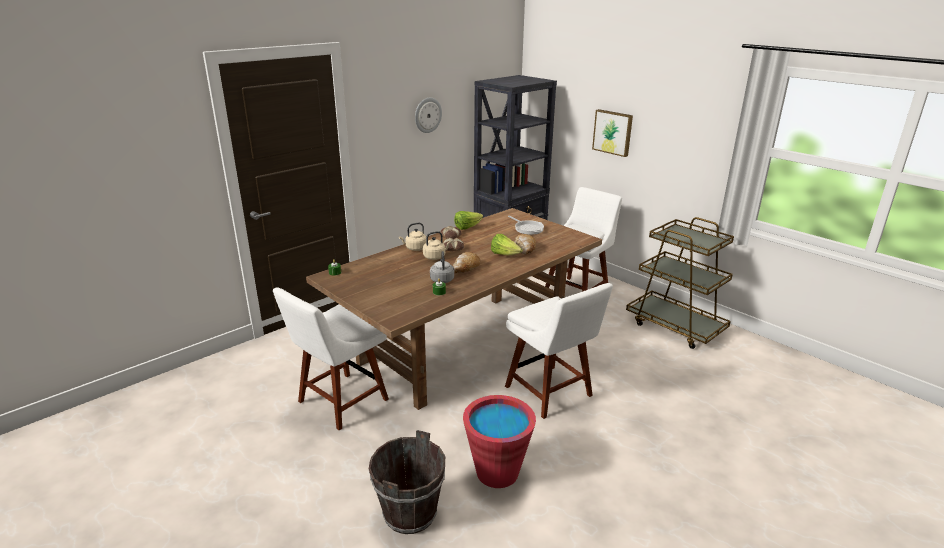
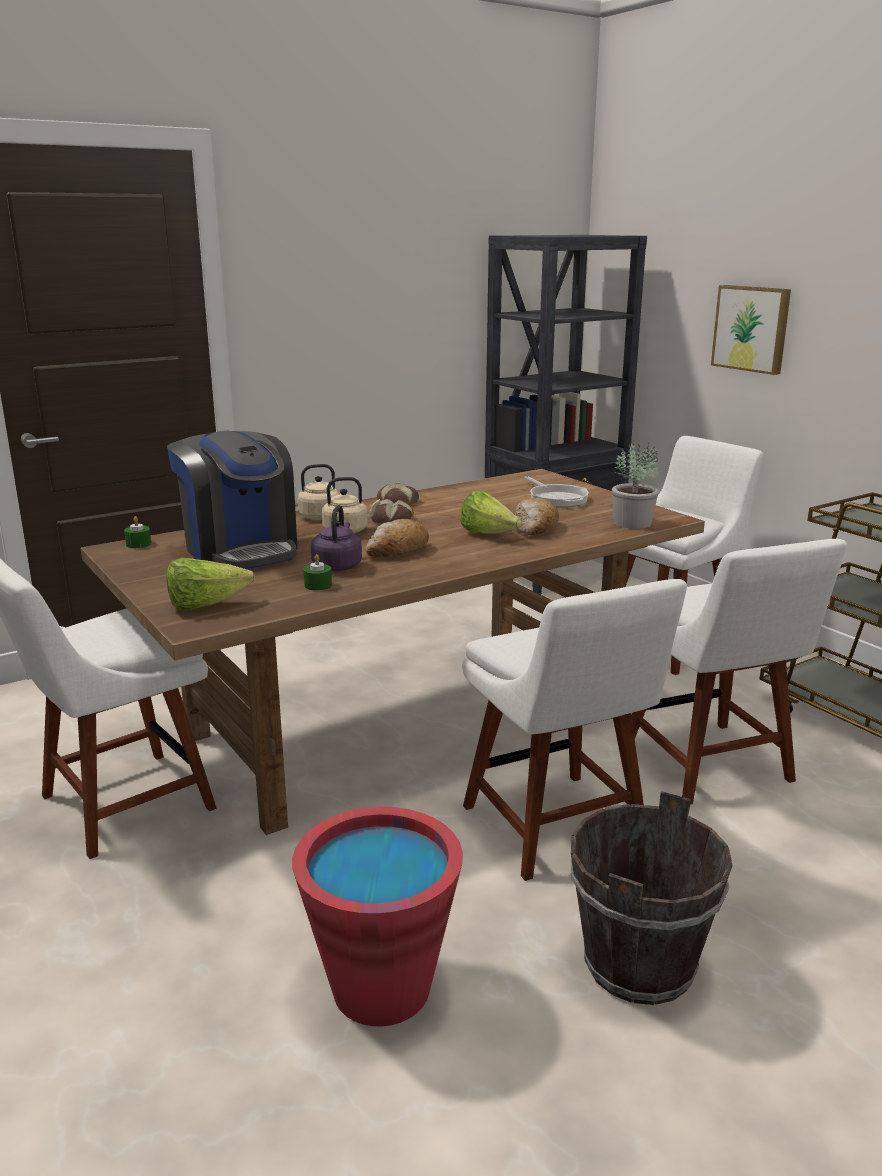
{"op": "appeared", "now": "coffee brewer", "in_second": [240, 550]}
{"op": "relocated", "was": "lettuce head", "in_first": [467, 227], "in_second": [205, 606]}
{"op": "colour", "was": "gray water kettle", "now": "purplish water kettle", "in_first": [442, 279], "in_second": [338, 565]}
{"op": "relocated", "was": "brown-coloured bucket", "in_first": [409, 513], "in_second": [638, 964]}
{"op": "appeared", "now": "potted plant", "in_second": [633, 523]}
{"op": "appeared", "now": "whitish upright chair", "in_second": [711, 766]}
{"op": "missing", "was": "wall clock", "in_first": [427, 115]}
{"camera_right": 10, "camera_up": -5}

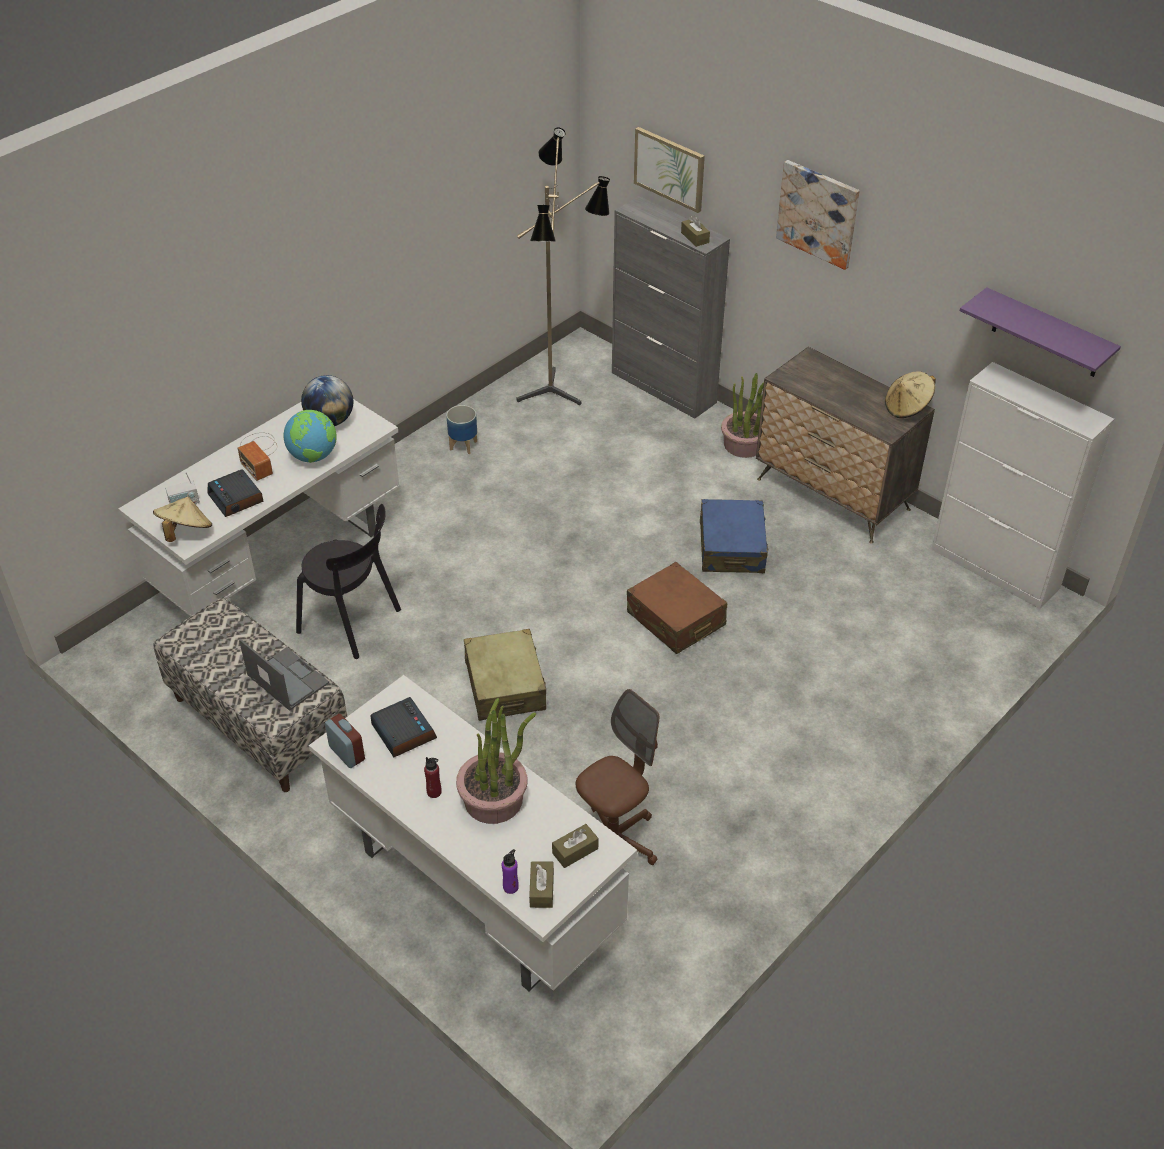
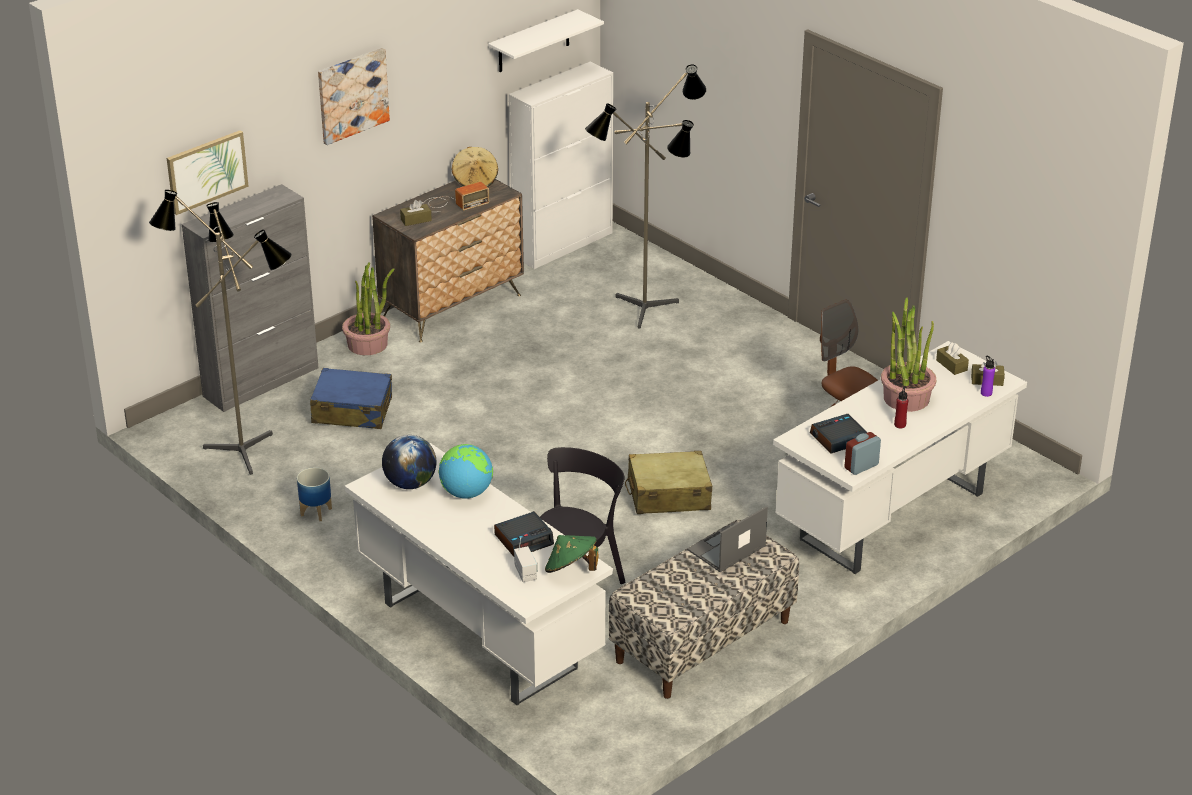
{"op": "relocated", "was": "bluish suitcase", "in_first": [731, 547], "in_second": [352, 411]}
{"op": "relocated", "was": "brown-coloured box of tissues", "in_first": [695, 237], "in_second": [416, 220]}
{"op": "relocated", "was": "radio set", "in_first": [259, 454], "in_second": [453, 203]}
{"op": "colour", "was": "purplish wall shelf", "now": "whitish wall shelf", "in_first": [1047, 334], "in_second": [533, 42]}
{"op": "colour", "was": "beige-coloured clothing hat", "now": "green clothing hat", "in_first": [185, 532], "in_second": [571, 569]}
{"op": "appeared", "now": "standing lamp", "in_second": [648, 312]}
{"op": "missing", "was": "brown-coloured suitcase", "in_first": [676, 619]}
{"camera_right": -85, "camera_up": -10}

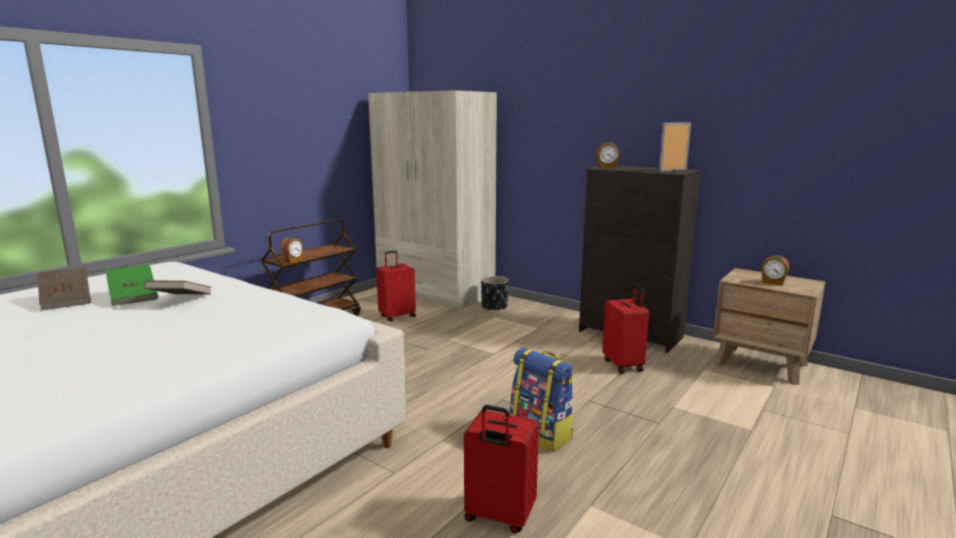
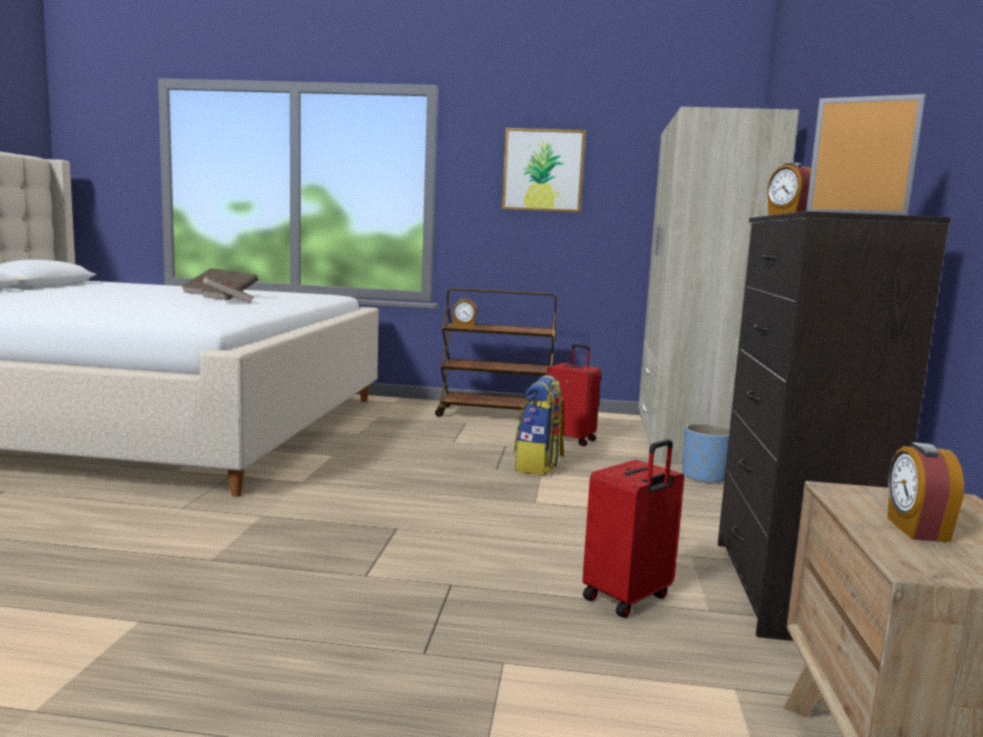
{"op": "colour", "was": "green bound book", "now": "brown-coloured bound book", "in_first": [133, 297], "in_second": [230, 297]}
{"op": "appeared", "now": "wall picture", "in_second": [543, 170]}
{"op": "relocated", "was": "knapsack", "in_first": [541, 434], "in_second": [538, 466]}
{"op": "colour", "was": "black-coloured plant pot", "now": "bluish plant pot", "in_first": [494, 307], "in_second": [705, 477]}
{"op": "missing", "was": "reddish suitcase", "in_first": [499, 516]}
{"camera_right": 60, "camera_up": -5}

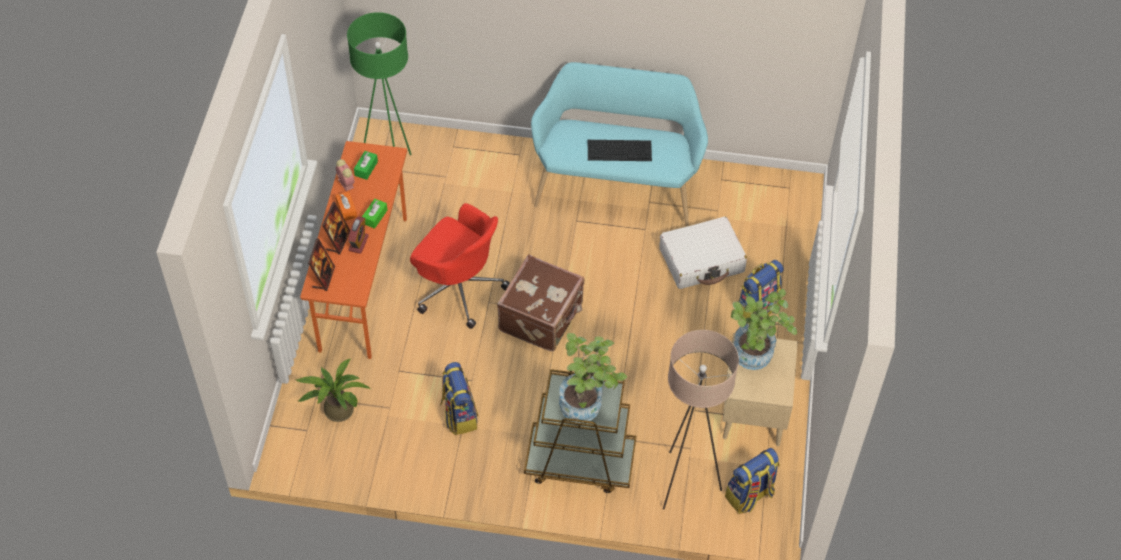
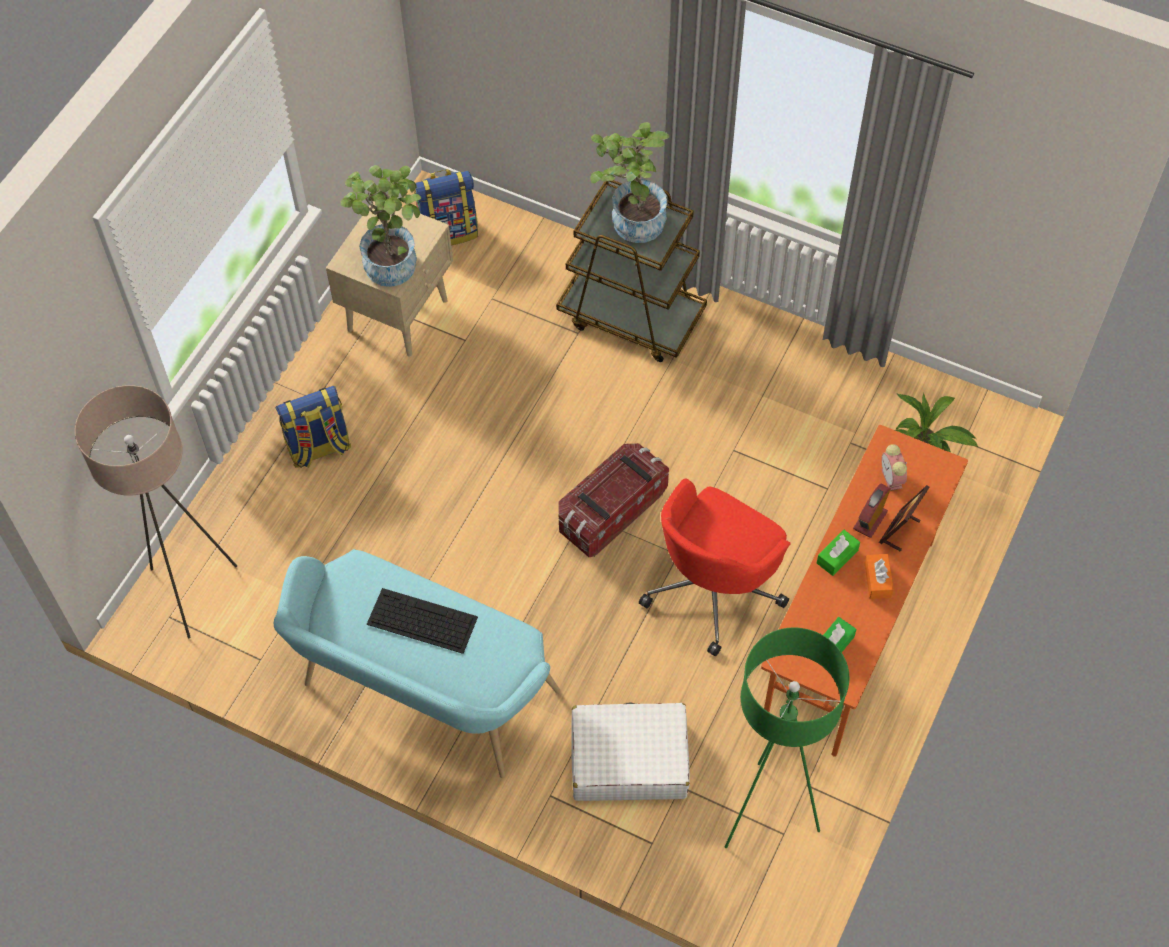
{"op": "relocated", "was": "beige-coloured standing lamp", "in_first": [684, 483], "in_second": [192, 591]}
{"op": "exchanged", "was": "brown-coloured suitcase", "now": "storage bin", "in_first": [542, 318], "in_second": [611, 511]}
{"op": "relocated", "was": "whitish suitcase", "in_first": [701, 260], "in_second": [628, 759]}
{"op": "spun", "was": "reddish computer chair", "in_first": [458, 287], "in_second": [714, 588], "clockwise": -105}
{"op": "relocated", "was": "alarm clock", "in_first": [345, 183], "in_second": [892, 479]}
{"op": "missing", "was": "standing frame", "in_first": [323, 277]}
{"op": "missing", "was": "knapsack", "in_first": [458, 415]}
{"camera_right": -160, "camera_up": 5}

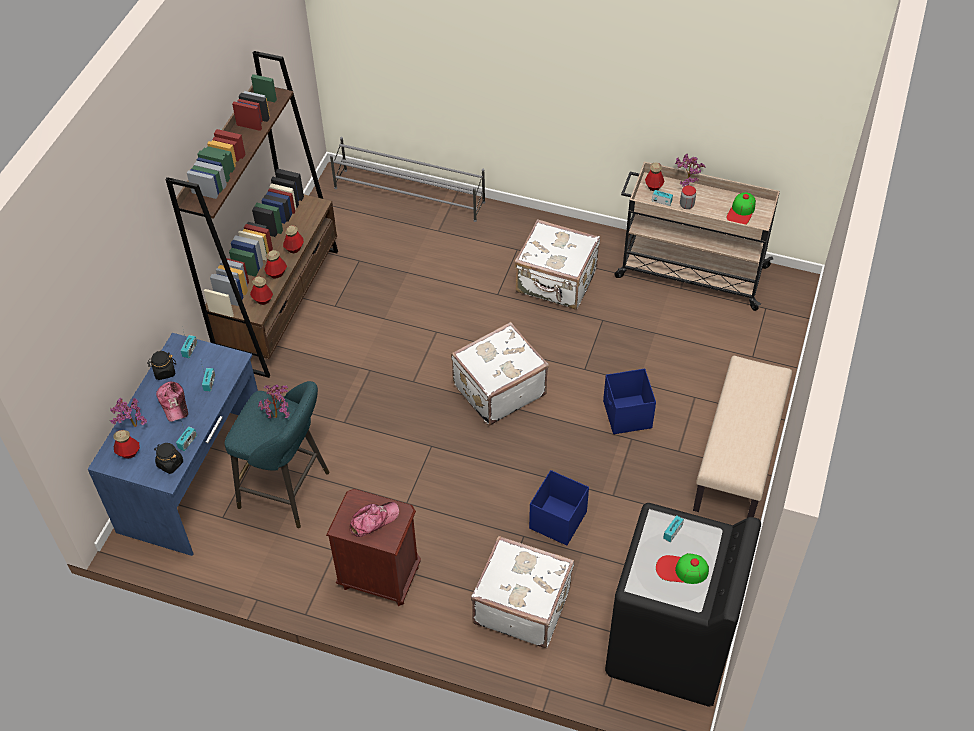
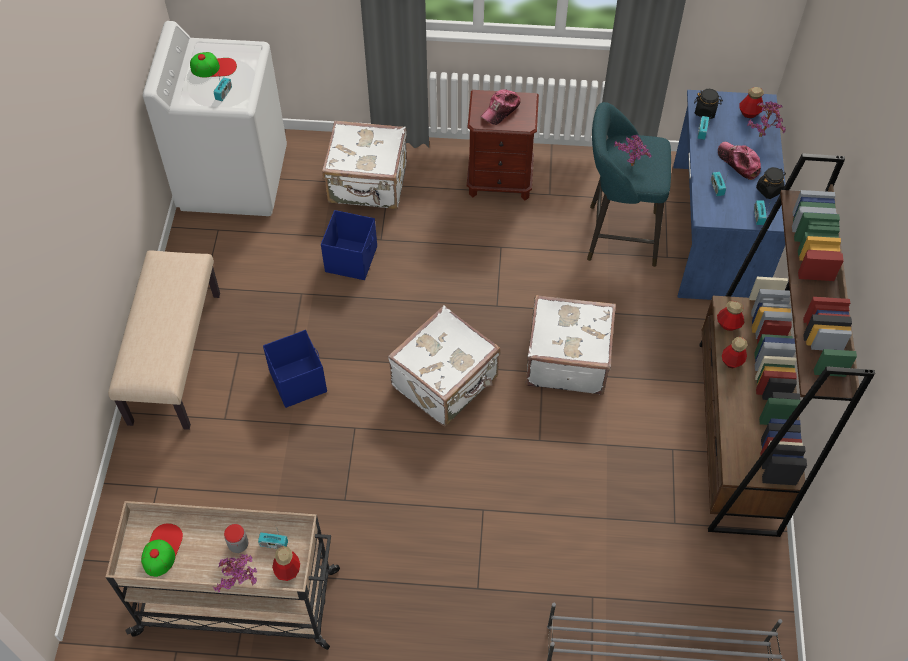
{"op": "colour", "was": "black-coloured laundry appliance", "now": "whitish laundry appliance", "in_first": [670, 646], "in_second": [233, 177]}
{"op": "relocated", "was": "whitish suitcase", "in_first": [556, 282], "in_second": [566, 359]}
{"op": "missing", "was": "beverage bottle", "in_first": [294, 248]}
{"camera_right": 165, "camera_up": 5}

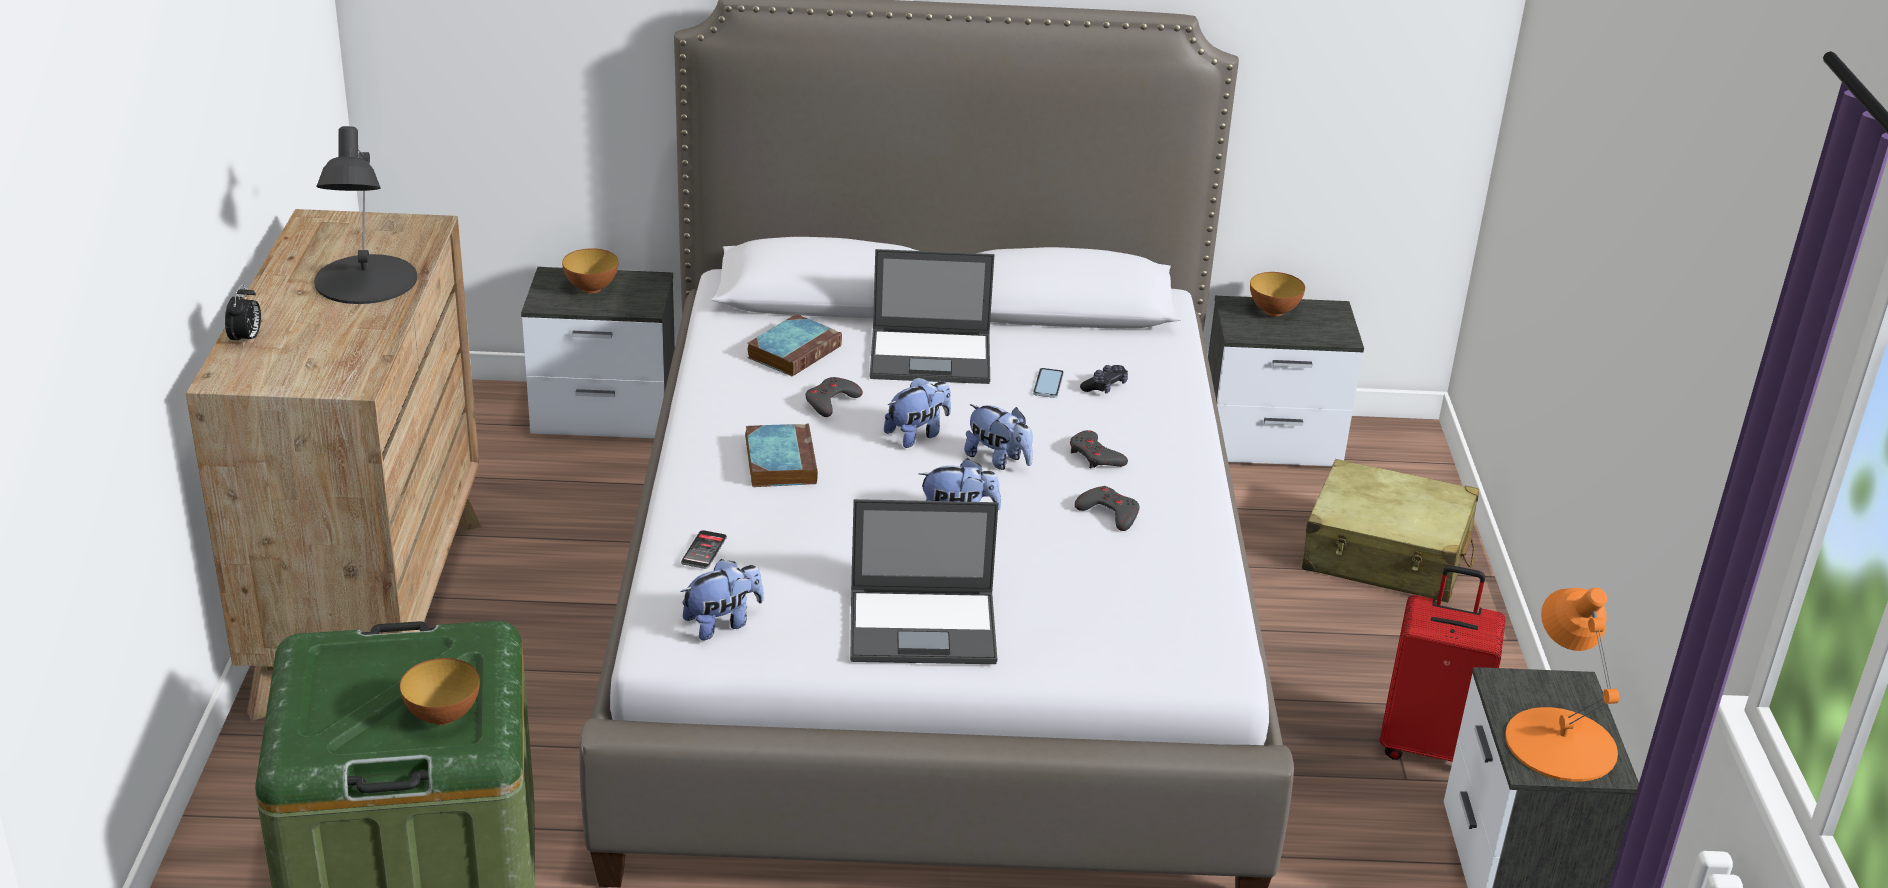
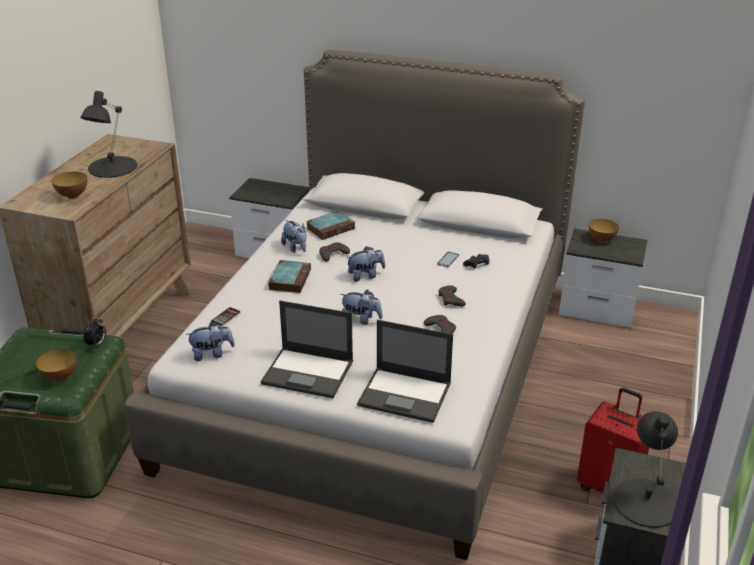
{"op": "relocated", "was": "deep dish", "in_first": [591, 288], "in_second": [72, 196]}
{"op": "relocated", "was": "alarm clock", "in_first": [246, 340], "in_second": [97, 344]}
{"op": "relocated", "was": "soft toy", "in_first": [998, 460], "in_second": [296, 248]}
{"op": "relocated", "was": "laptop", "in_first": [932, 357], "in_second": [406, 395]}
{"op": "colour", "was": "orange-coloured lamp for a table", "now": "black-coloured lamp for a table", "in_first": [1561, 743], "in_second": [646, 502]}
{"op": "missing", "was": "beige-coloured suitcase", "in_first": [1386, 555]}
{"camera_right": 20, "camera_up": 0}

